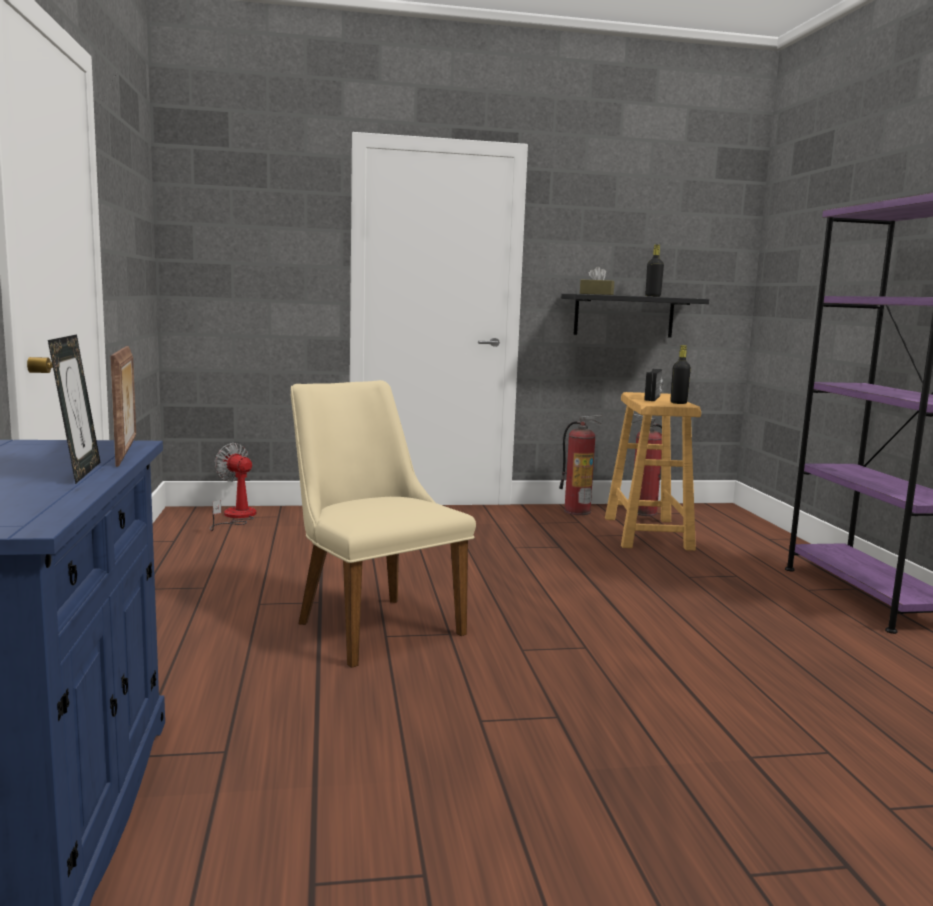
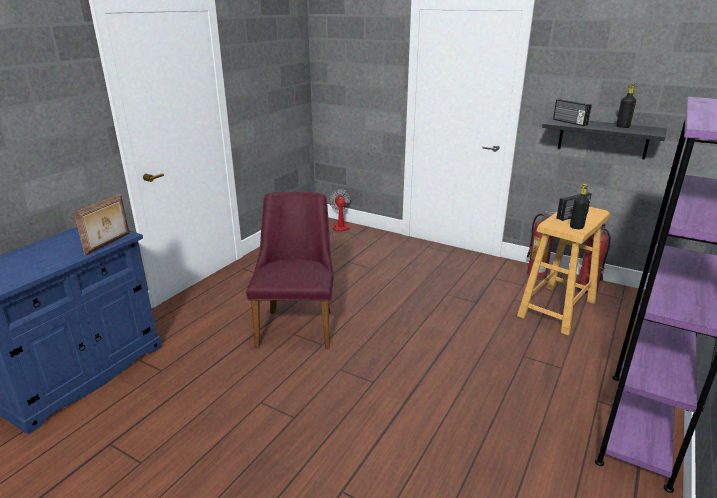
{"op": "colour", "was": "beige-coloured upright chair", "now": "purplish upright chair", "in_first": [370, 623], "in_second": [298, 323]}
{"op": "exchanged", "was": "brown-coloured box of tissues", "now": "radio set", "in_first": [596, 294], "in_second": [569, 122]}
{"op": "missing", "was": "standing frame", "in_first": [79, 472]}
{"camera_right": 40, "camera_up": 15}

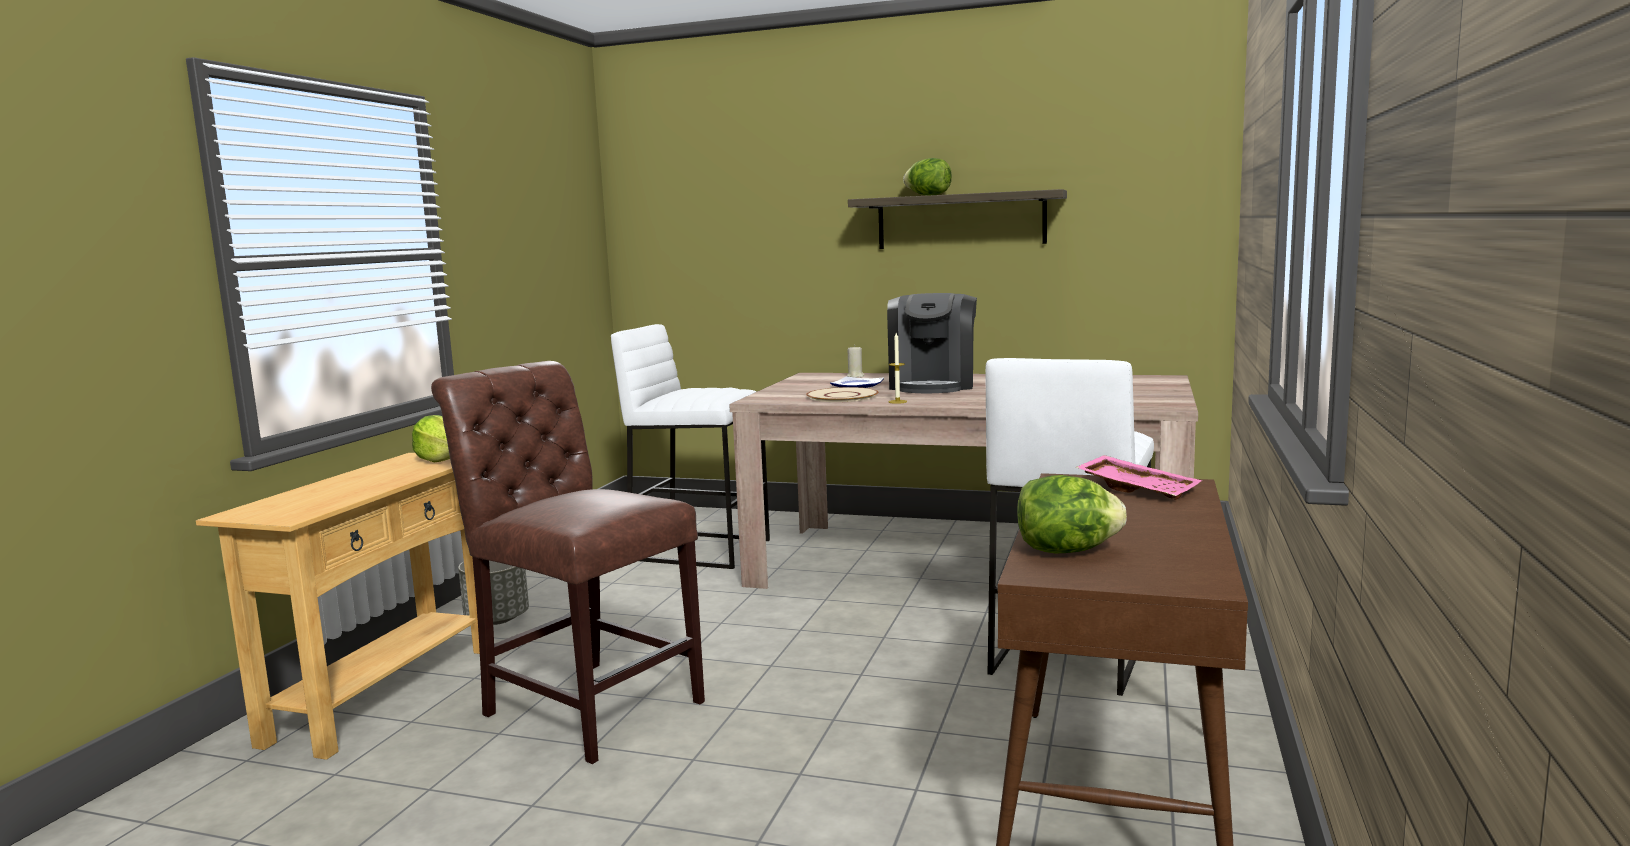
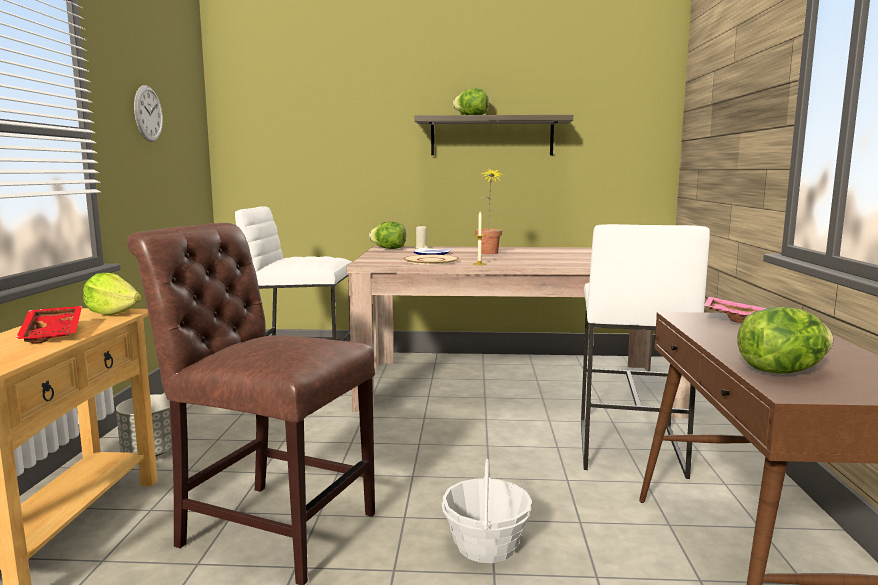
{"op": "appeared", "now": "reddish serving tray", "in_second": [54, 333]}
{"op": "appeared", "now": "wall clock", "in_second": [148, 113]}
{"op": "appeared", "now": "lettuce head", "in_second": [389, 249]}
{"op": "appeared", "now": "household basket", "in_second": [486, 546]}
{"op": "exchanged", "was": "coffee brewer", "now": "potted plant", "in_first": [933, 385], "in_second": [488, 253]}
{"camera_right": -15, "camera_up": 0}

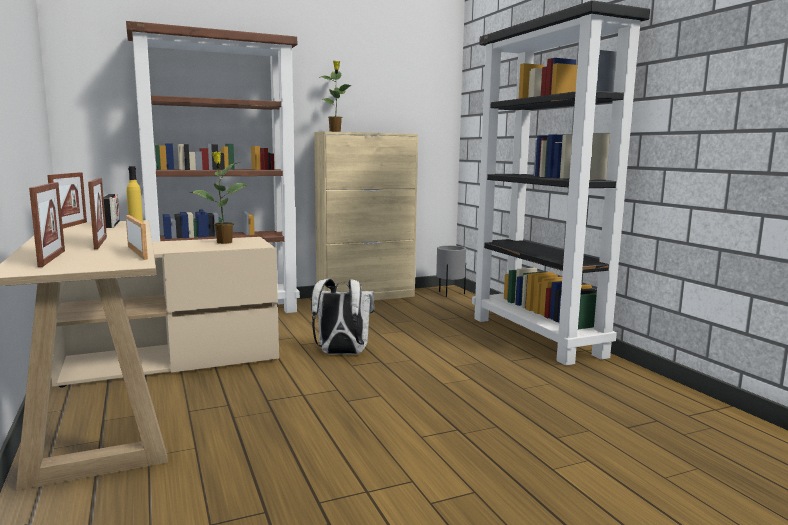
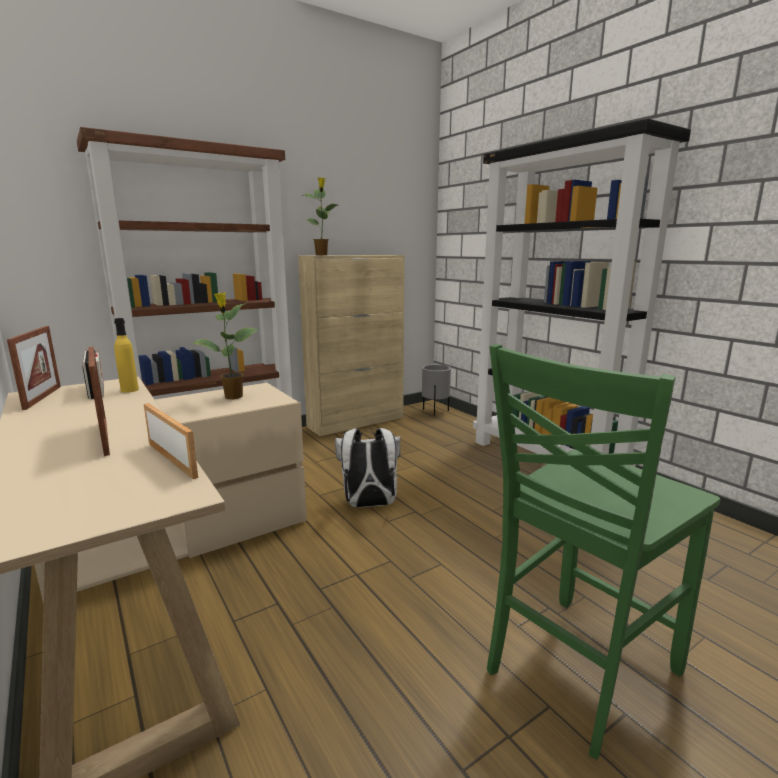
{"op": "appeared", "now": "green upright chair", "in_second": [577, 670]}
{"op": "missing", "was": "standing frame", "in_first": [52, 258]}
{"camera_right": -10, "camera_up": 5}

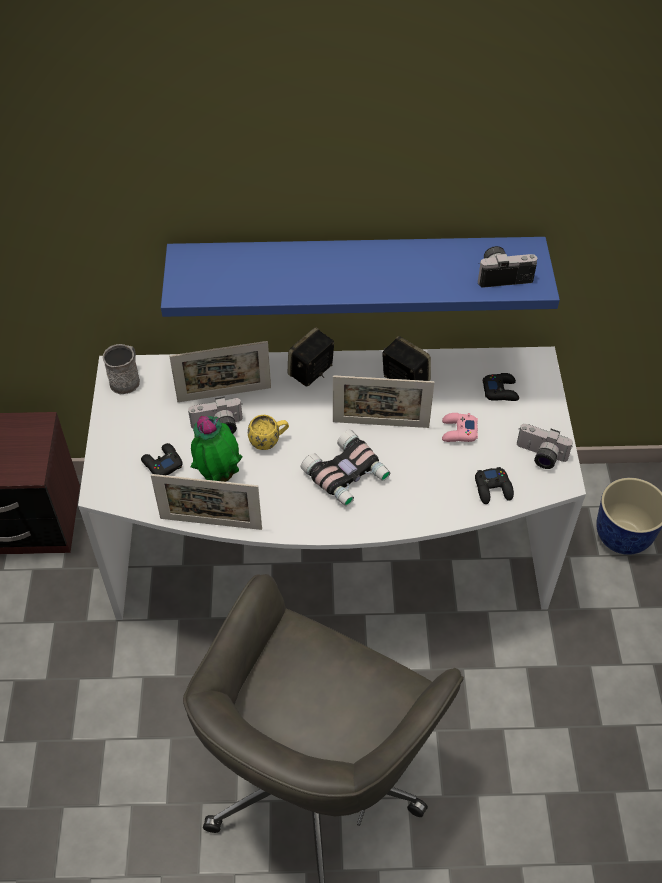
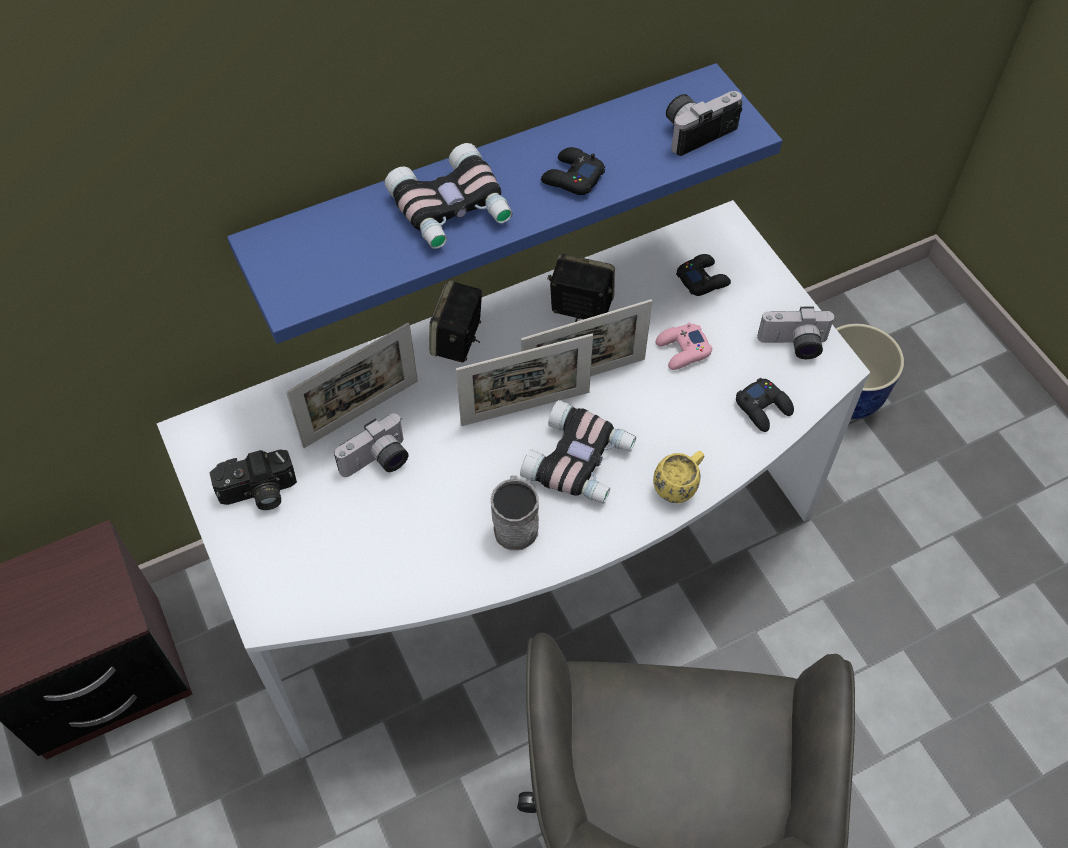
{"op": "appeared", "now": "still camera", "in_second": [258, 493]}
{"op": "appeared", "now": "field glasses", "in_second": [452, 209]}
{"op": "relocated", "was": "standing frame", "in_first": [211, 523], "in_second": [525, 408]}
{"op": "relocated", "was": "gray tea mug", "in_first": [127, 379], "in_second": [515, 523]}
{"op": "relocated", "was": "black-coloured game controller", "in_first": [162, 463], "in_second": [572, 177]}
{"op": "relocated", "was": "yellowish tea mug", "in_first": [269, 441], "in_second": [679, 485]}
{"op": "missing", "was": "potted plant", "in_first": [219, 475]}
{"camera_right": -25, "camera_up": 5}

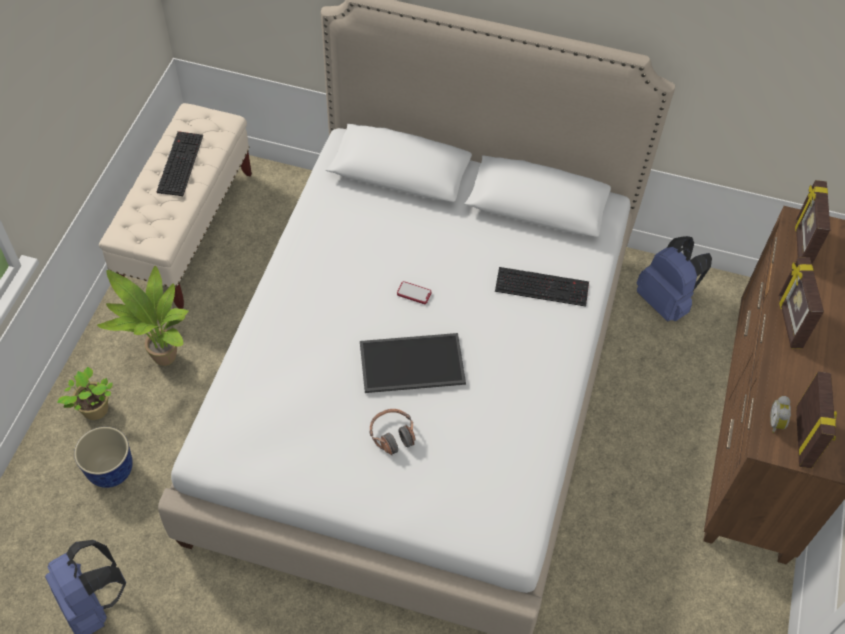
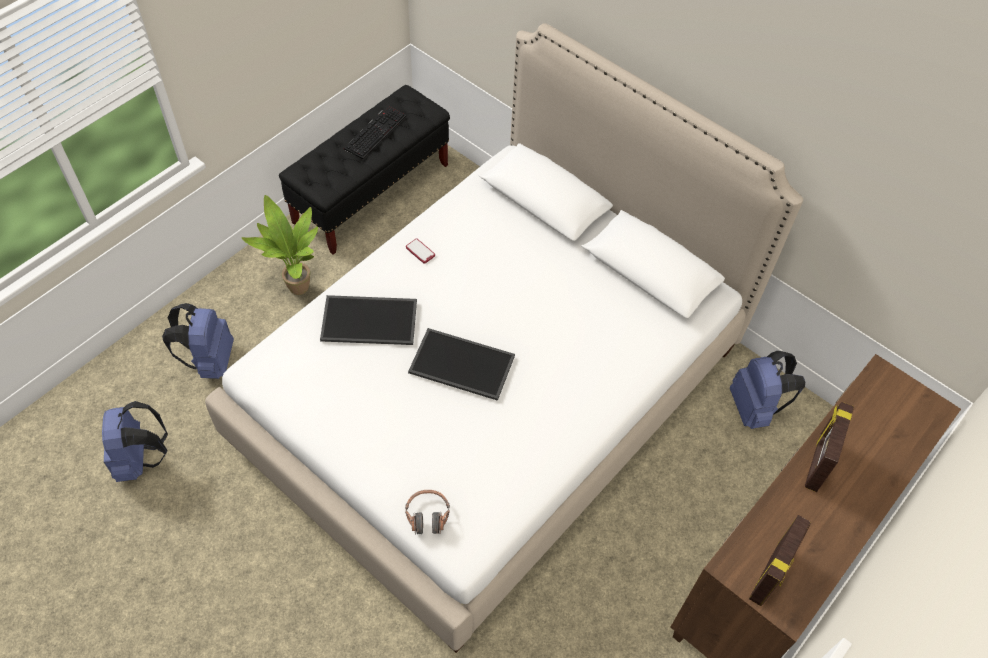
{"op": "exchanged", "was": "plant pot", "now": "bluish knapsack", "in_first": [110, 471], "in_second": [210, 361]}
{"op": "colour", "was": "beige-coloured long seat", "now": "black-coloured long seat", "in_first": [188, 231], "in_second": [372, 193]}
{"op": "appeared", "now": "serving tray", "in_second": [370, 319]}
{"op": "relocated", "was": "pair of headphones", "in_first": [392, 435], "in_second": [427, 516]}
{"op": "relocated", "was": "telephone", "in_first": [414, 293], "in_second": [420, 251]}
{"op": "missing", "was": "potted plant", "in_first": [94, 411]}
{"op": "missing", "was": "computer keyboard", "in_first": [543, 286]}
{"op": "missing", "was": "alarm clock", "in_first": [777, 423]}
{"op": "missing", "was": "standing frame", "in_first": [801, 244]}
{"camera_right": 25, "camera_up": 0}

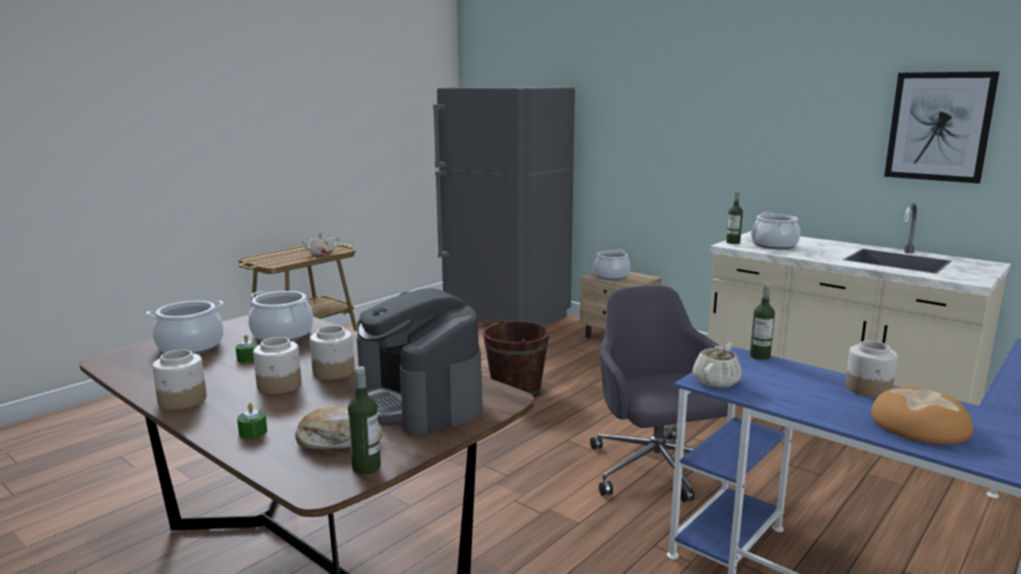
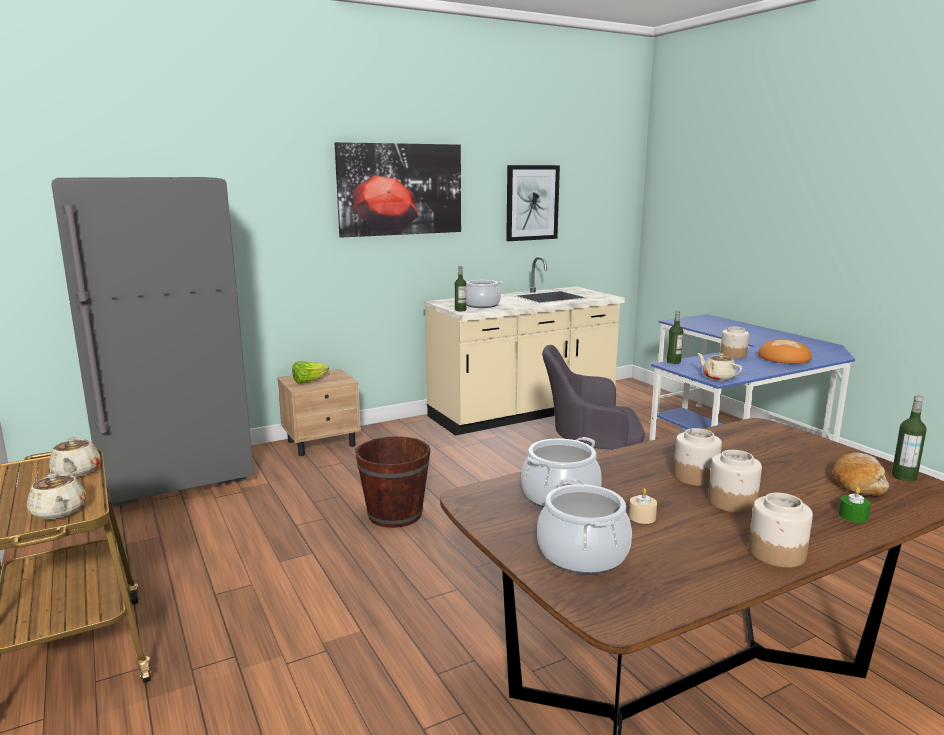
{"op": "appeared", "now": "beige-coloured teapot", "in_second": [59, 511]}
{"op": "exchanged", "was": "stockpot", "now": "lettuce head", "in_first": [611, 276], "in_second": [309, 381]}
{"op": "appeared", "now": "wall picture", "in_second": [400, 189]}
{"op": "colour", "was": "green wax light", "now": "beige-coloured wax light", "in_first": [248, 358], "in_second": [642, 517]}
{"op": "missing", "was": "coffee brewer", "in_first": [420, 401]}
{"camera_right": -70, "camera_up": 0}

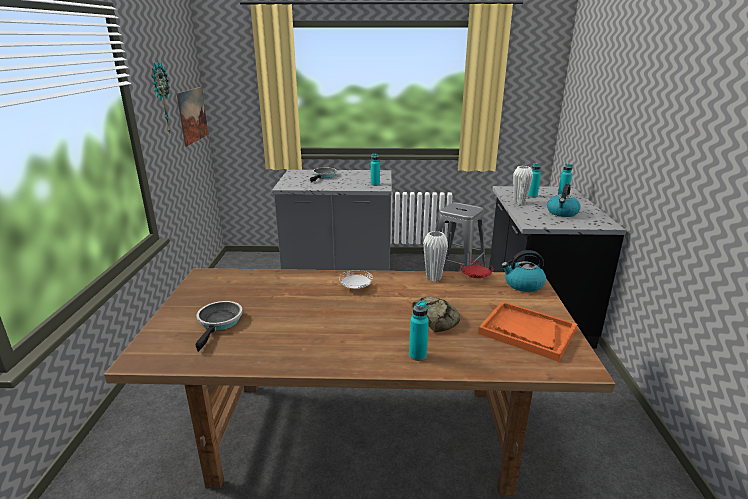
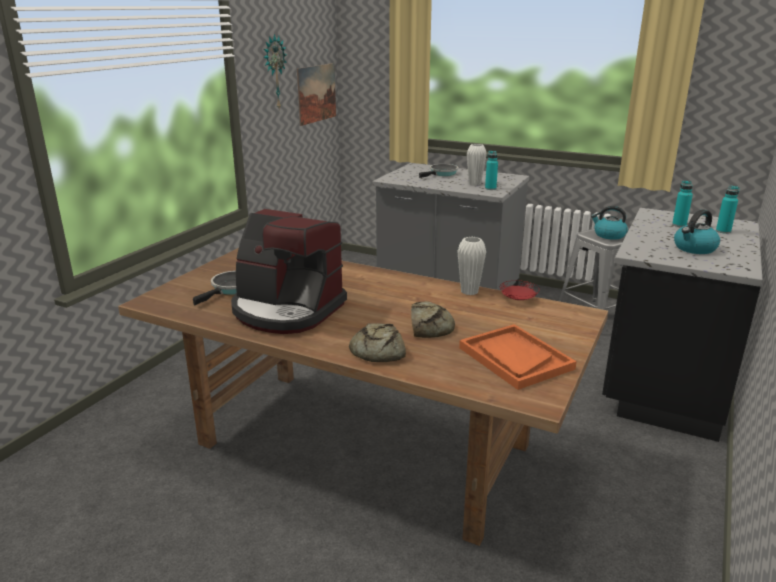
{"op": "appeared", "now": "coffee brewer", "in_second": [286, 310]}
{"op": "exchanged", "was": "blue-green beverage bottle", "now": "bread", "in_first": [417, 355], "in_second": [377, 351]}
{"op": "relocated", "was": "whitish vase", "in_first": [519, 203], "in_second": [474, 183]}
{"op": "relocated", "was": "water kettle", "in_first": [523, 285], "in_second": [609, 235]}
{"op": "missing", "was": "whitish plate", "in_first": [355, 288]}
{"camera_right": 25, "camera_up": 0}

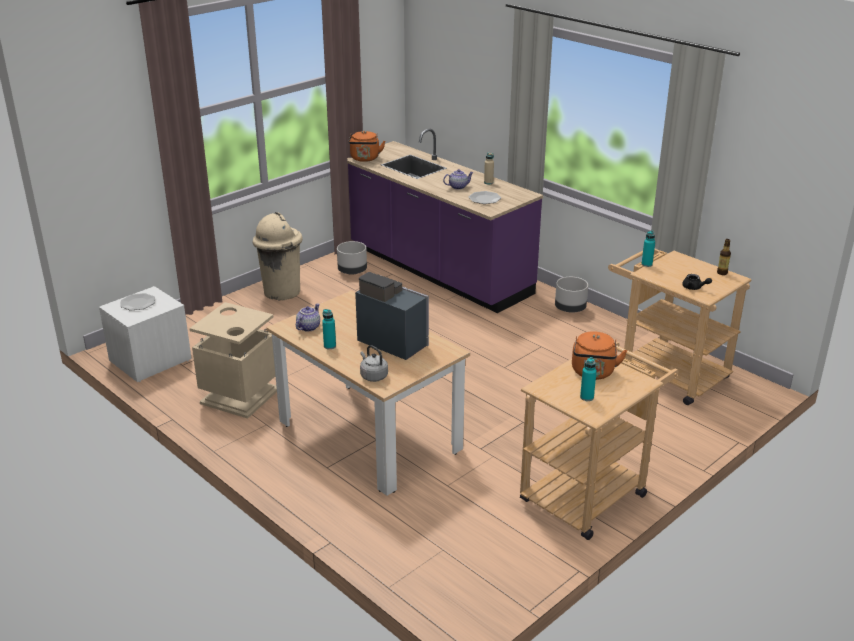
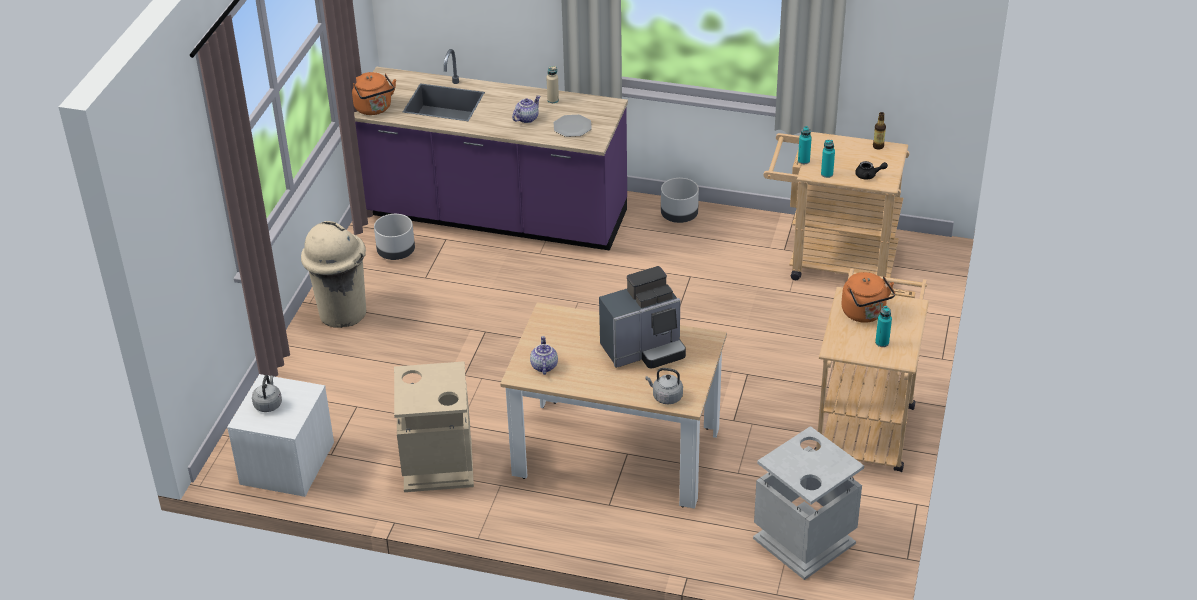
{"op": "exchanged", "was": "plate", "now": "gray water kettle", "in_first": [138, 303], "in_second": [268, 404]}
{"op": "spun", "was": "coffee brewer", "in_first": [393, 342], "in_second": [644, 349], "clockwise": 150}
{"op": "appeared", "now": "gray trash can", "in_second": [804, 542]}
{"op": "relocated", "was": "blue-green beverage bottle", "in_first": [330, 346], "in_second": [827, 174]}
{"camera_right": -30, "camera_up": 10}

